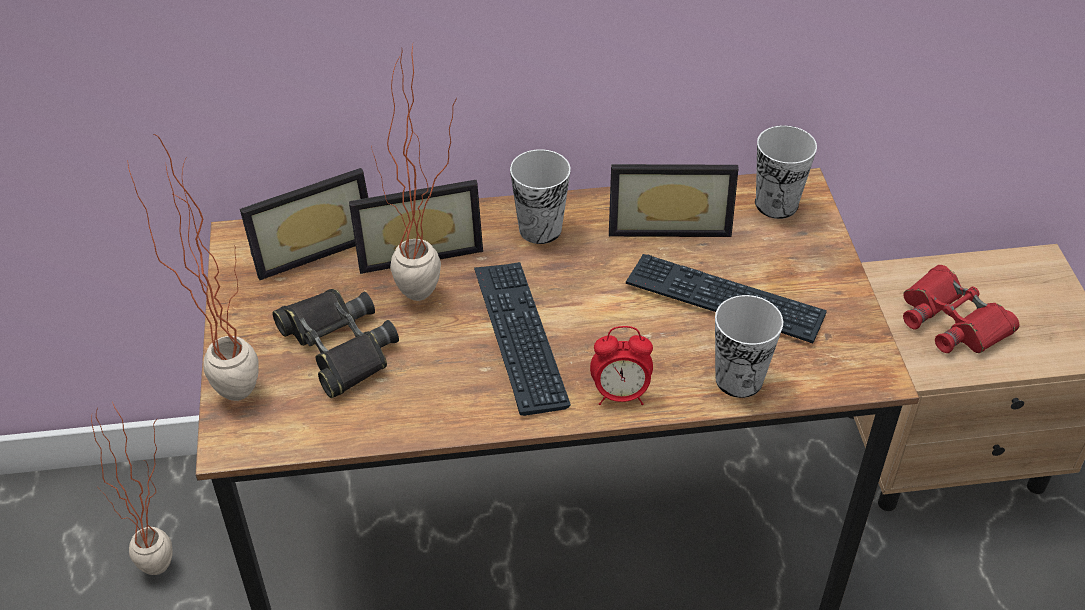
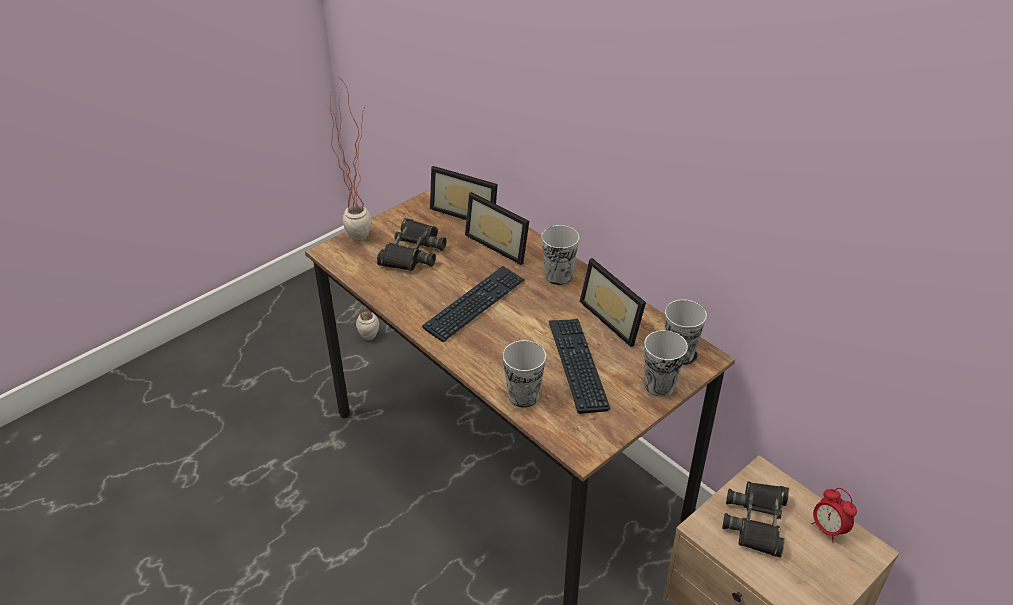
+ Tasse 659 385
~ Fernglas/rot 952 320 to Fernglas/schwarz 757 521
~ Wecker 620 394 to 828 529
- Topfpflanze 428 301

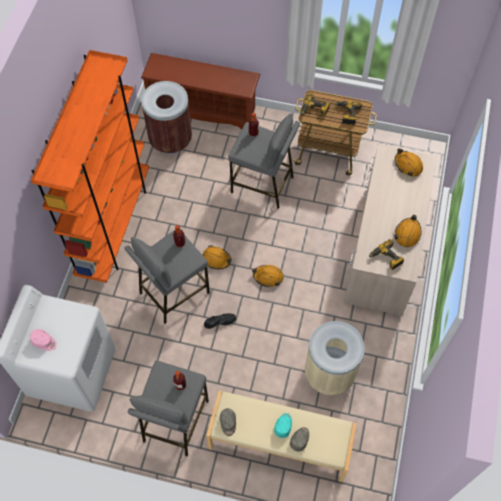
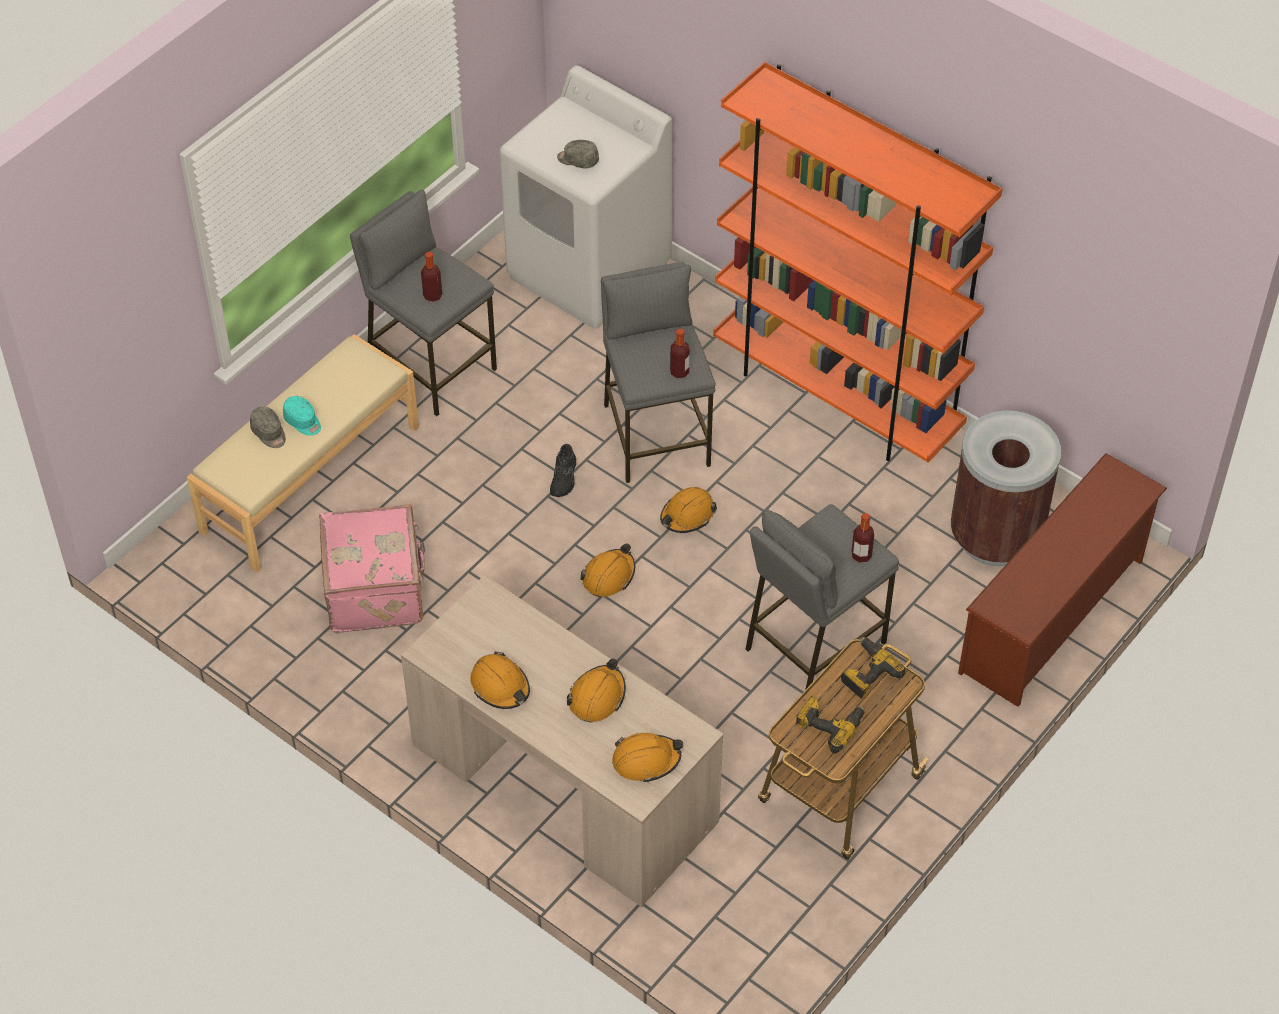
~ Mülleimer/beige 329 374 to Koffer/rosa 376 589
~ Kappe/grau 228 423 to 577 160
+ Schutzhelm/orange 597 697
- Kappe/rosa 44 342
- Bohrmaschine 386 258

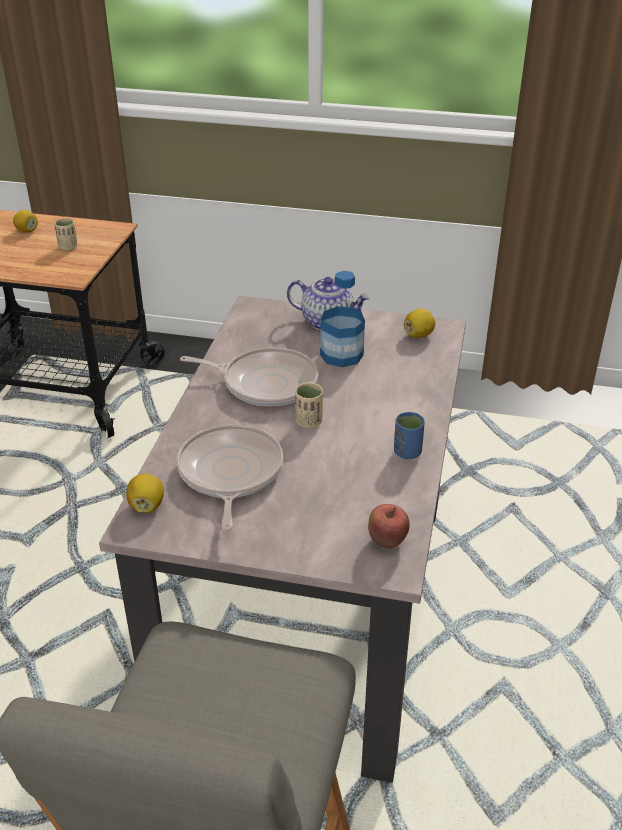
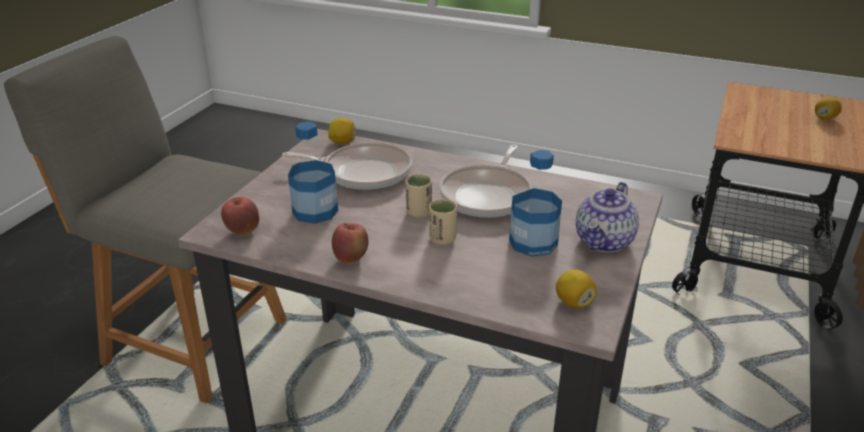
+ Flasche 315 211
~ Tasse/blau 407 452 to Apfel 351 259
~ Tasse/beige 68 247 to 442 239

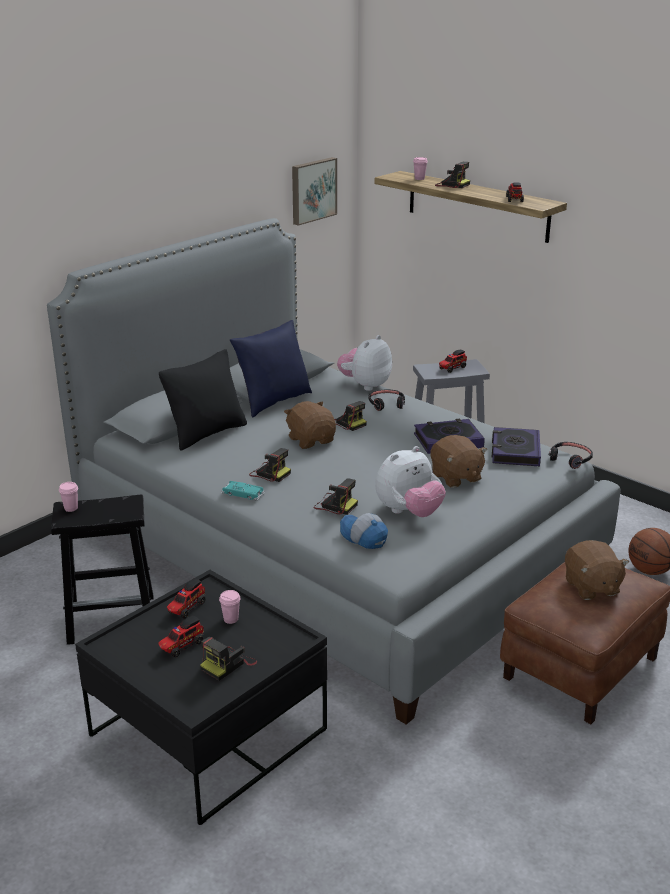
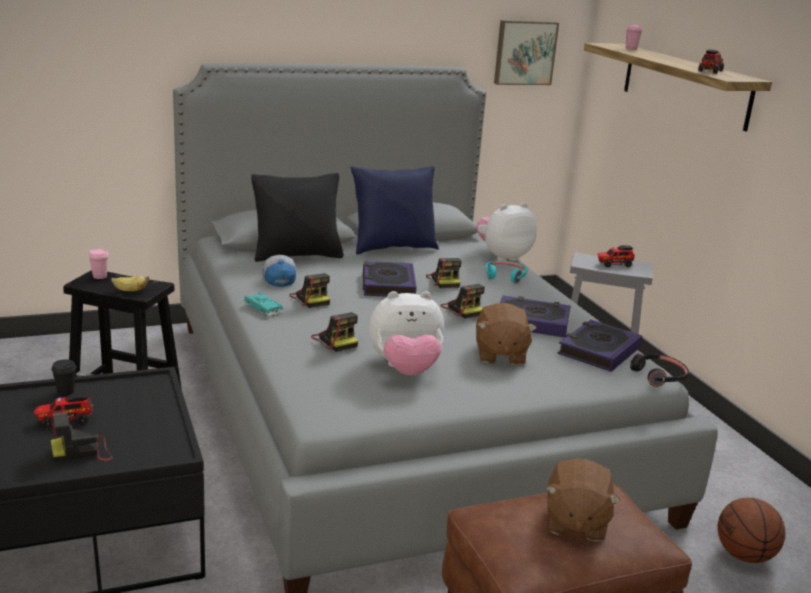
+ Tasse/schwarz 65 392
+ Banane 129 290
~ Kappe 363 537 to 278 278
~ Plüschtier/braun 311 440 to Buch 388 285
~ Kamera 451 185 to 462 309
~ Kopfhörer/schwarz 386 404 to Kopfhörer/türkis 505 276
- Spielzeuglaster 186 608
- Tasse/rosa 231 619

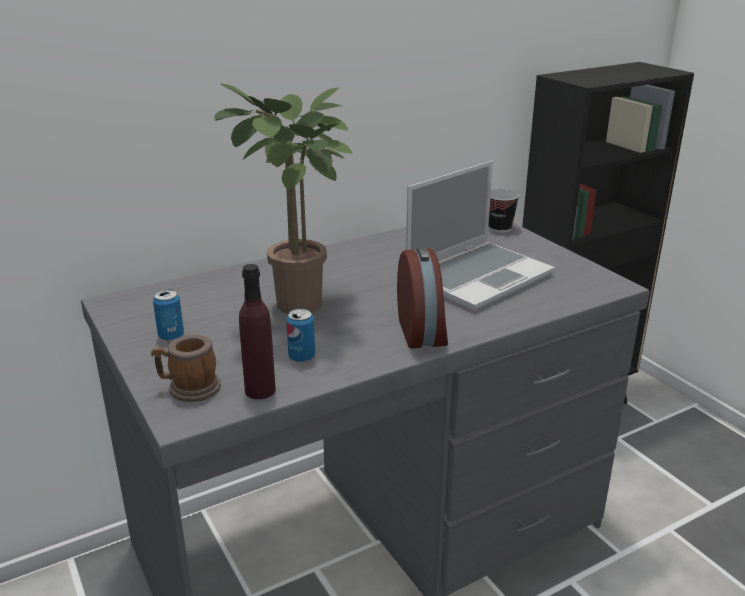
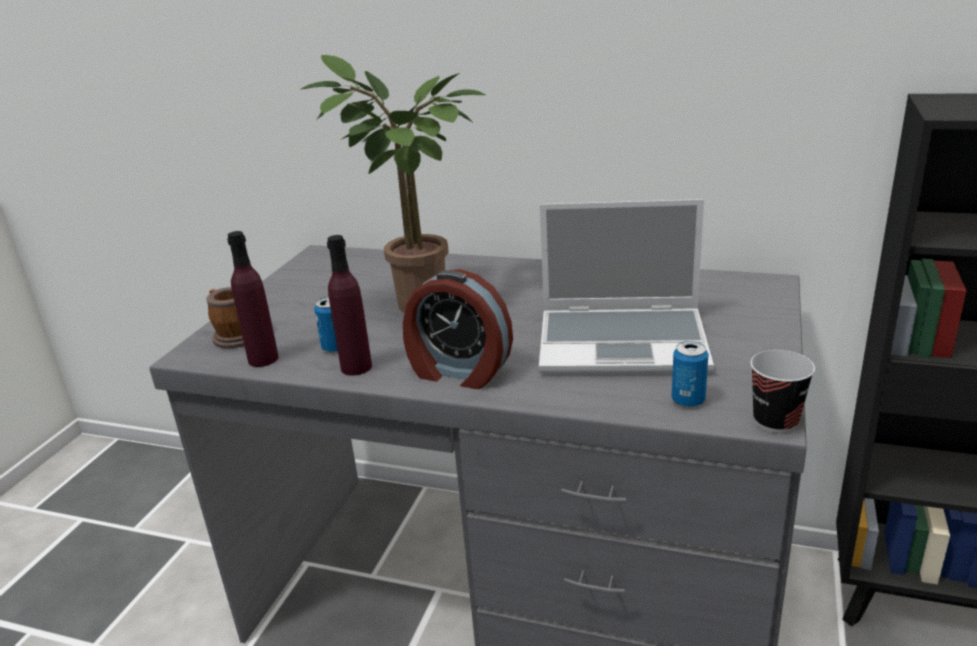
+ Flasche/lila 356 367
~ Wecker 423 332 = 458 372 75 degrees clockwise
~ Dose 171 336 to 688 401
~ Tasse 500 228 to 775 421

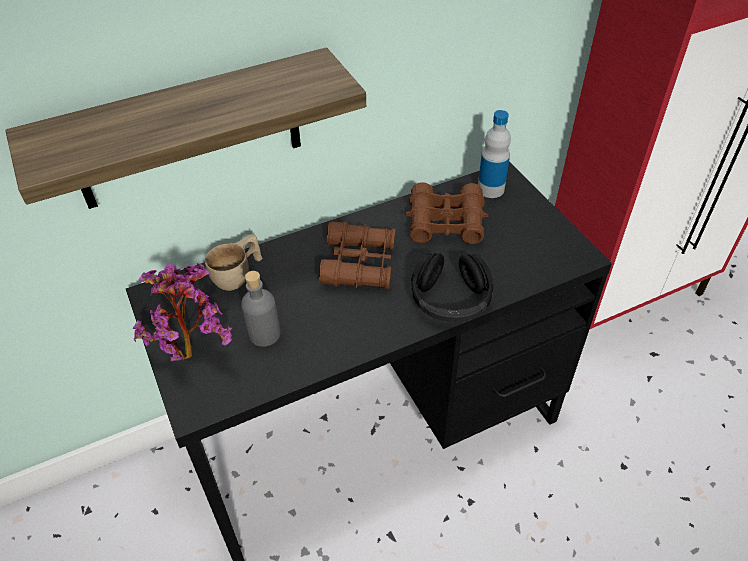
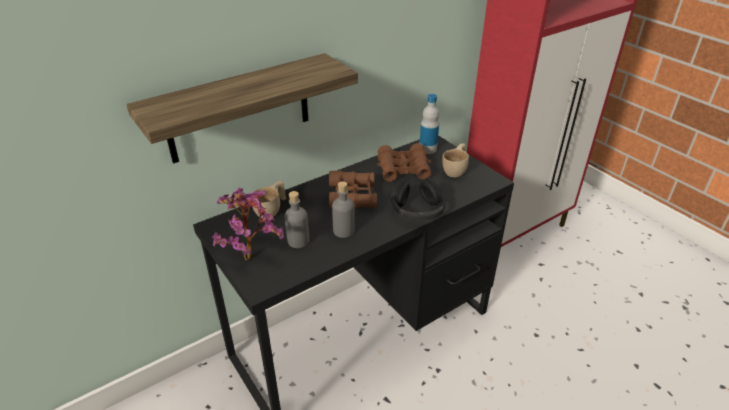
+ Flasche/grau 343 231
+ Tasse/beige 456 170

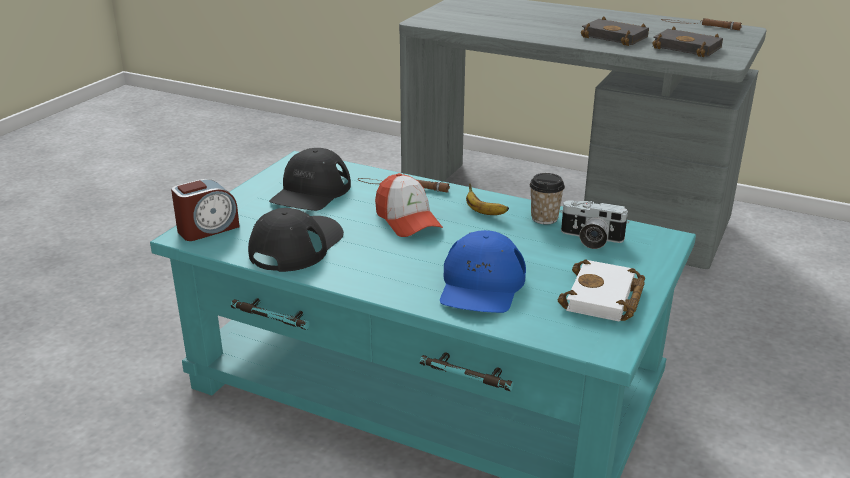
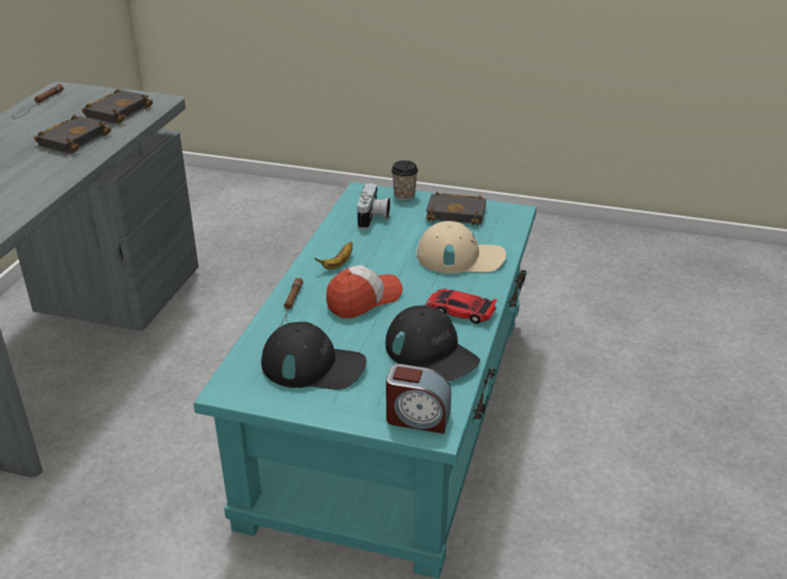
~ Kappe/schwarz 296 245 = 431 353 150 degrees counterclockwise
~ Wecker 207 229 = 417 418 150 degrees clockwise
~ Tasse 544 218 to 404 195
~ Kappe/blau 481 285 to Kappe/beige 460 257
+ Spielzeugauto 460 310
~ Buch/weiß 604 299 to Buch/schwarz 457 213

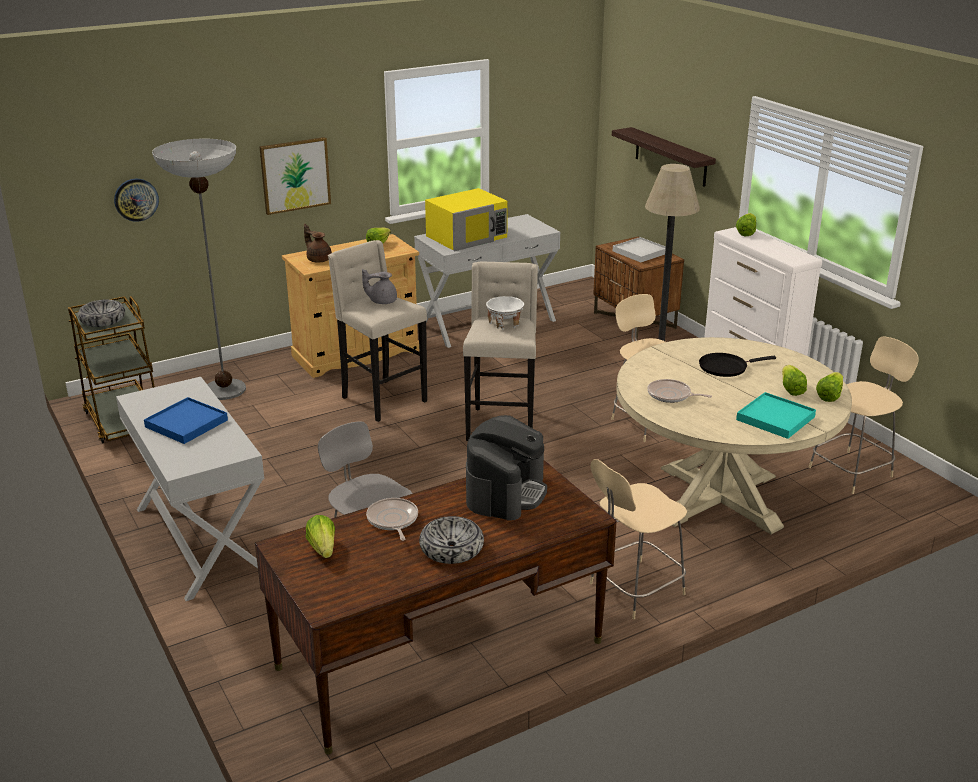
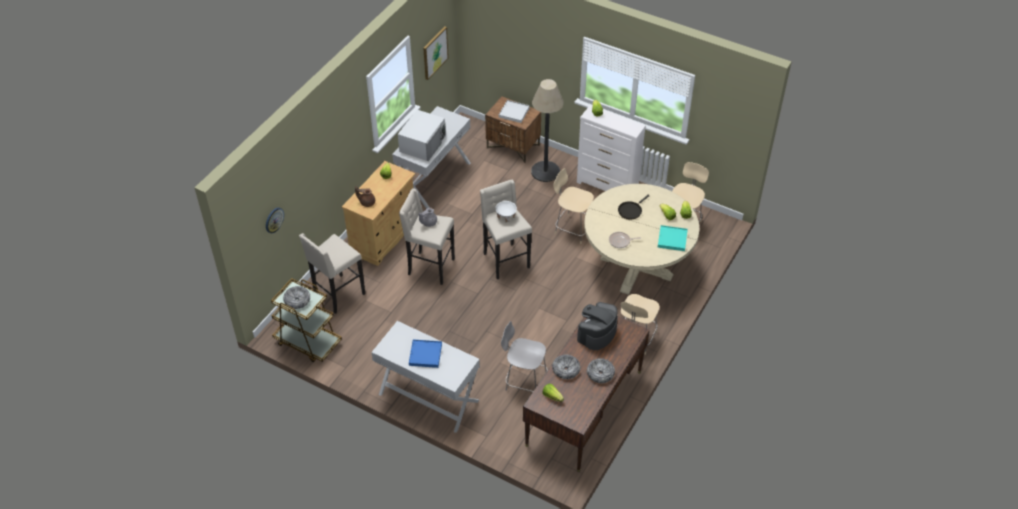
~ Stehlampe 224 390 to Hocker/beige 338 295
~ Mikrowelle/gelb 467 236 to Mikrowelle/weiß 423 143
~ Bild 295 175 to 435 52
~ Pfanne 393 520 to Schüssel 566 369
~ Kaffeemaschine 506 492 = 596 333 135 degrees counterclockwise
- Wandregal 670 157

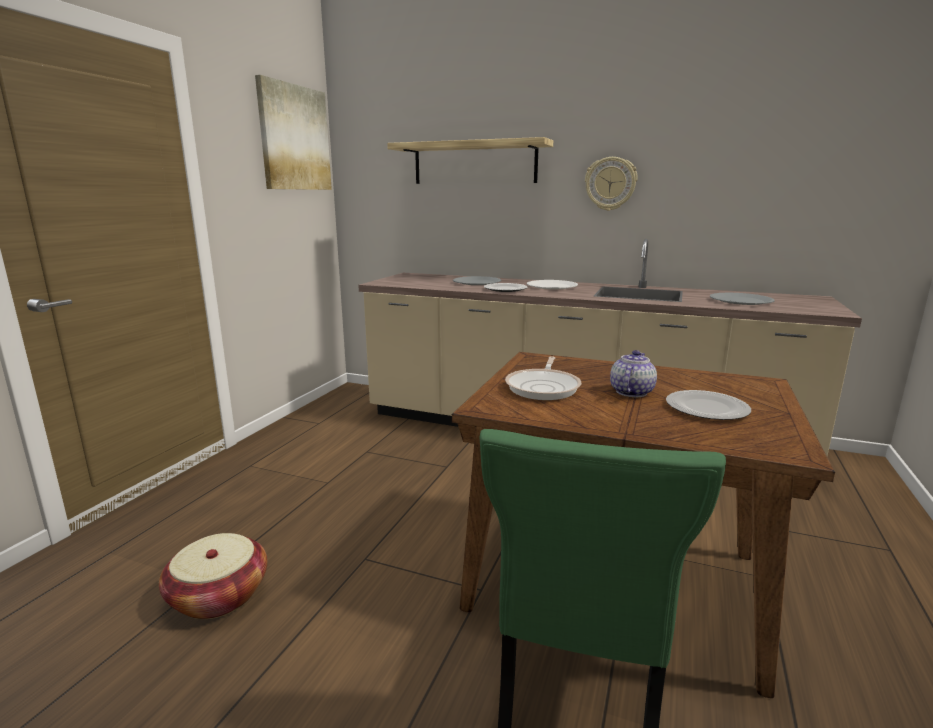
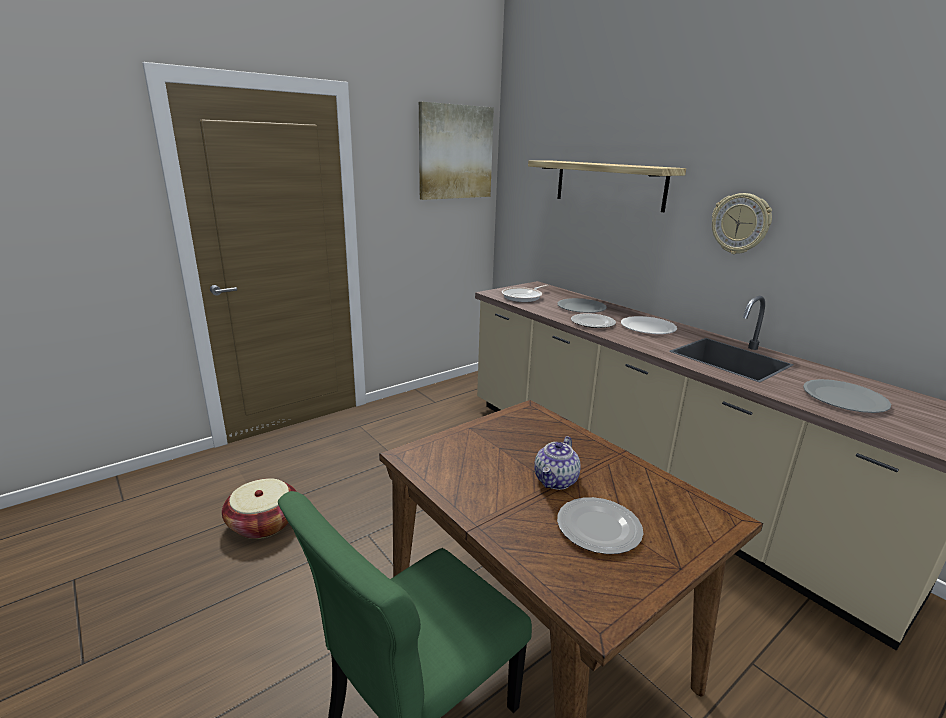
~ Pfanne 544 387 to 523 297
~ Teekanne 631 392 = 556 481 150 degrees clockwise

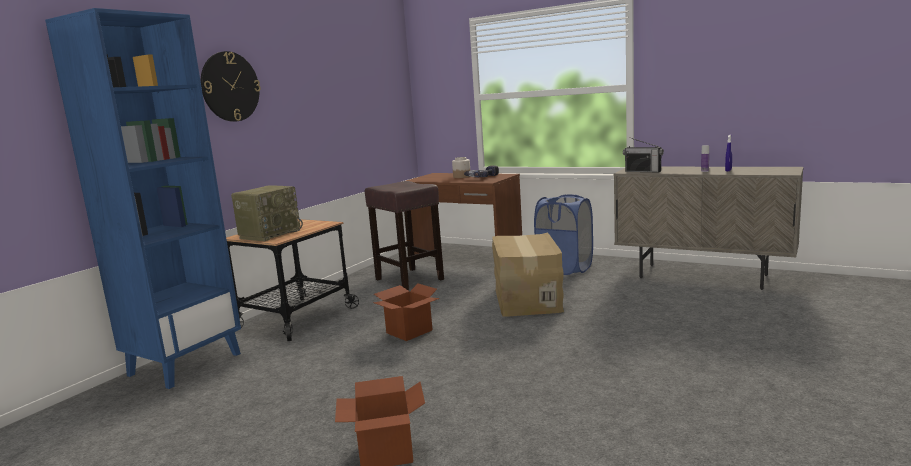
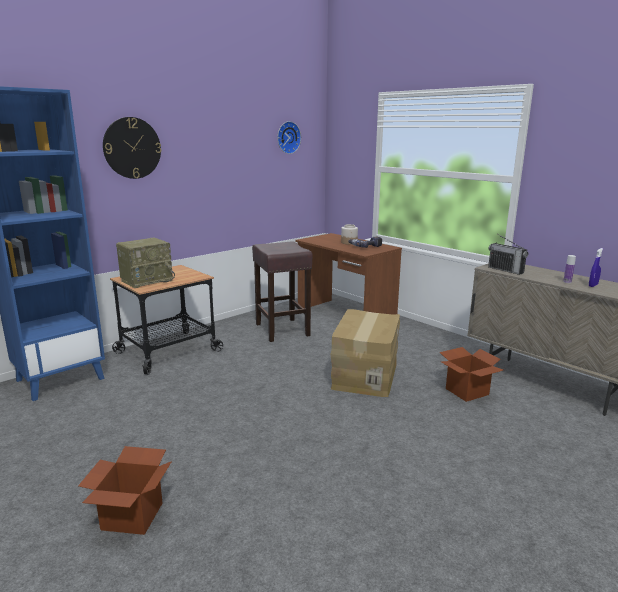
+ Wanduhr 287 137
~ Karton 409 331 to 467 391
- Wäschekorb/blau 565 268

